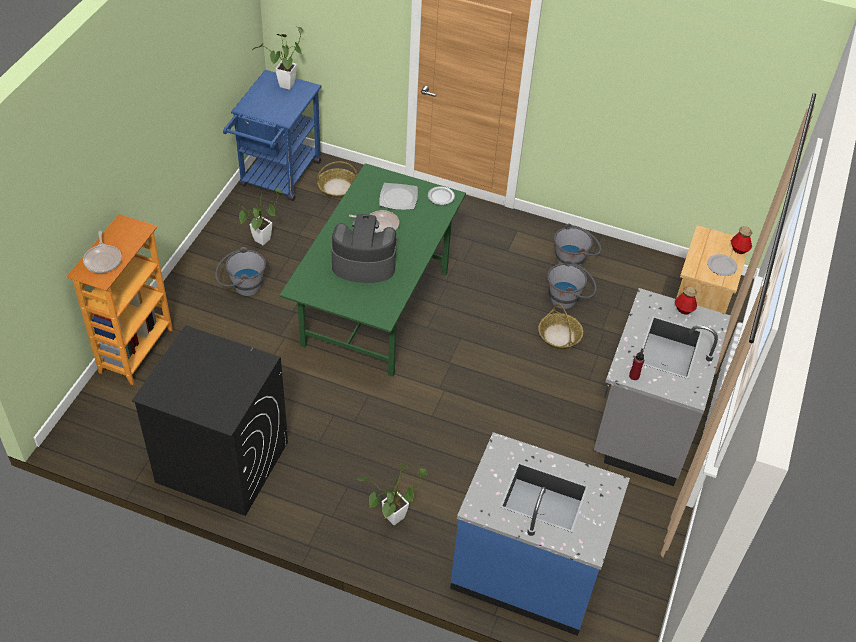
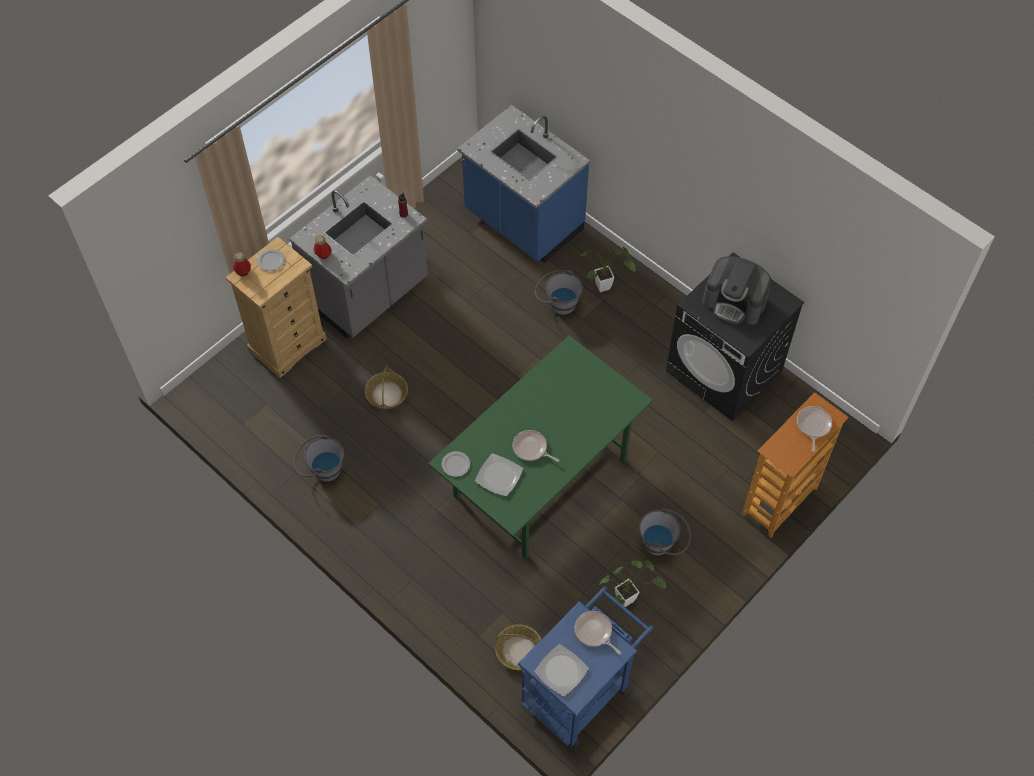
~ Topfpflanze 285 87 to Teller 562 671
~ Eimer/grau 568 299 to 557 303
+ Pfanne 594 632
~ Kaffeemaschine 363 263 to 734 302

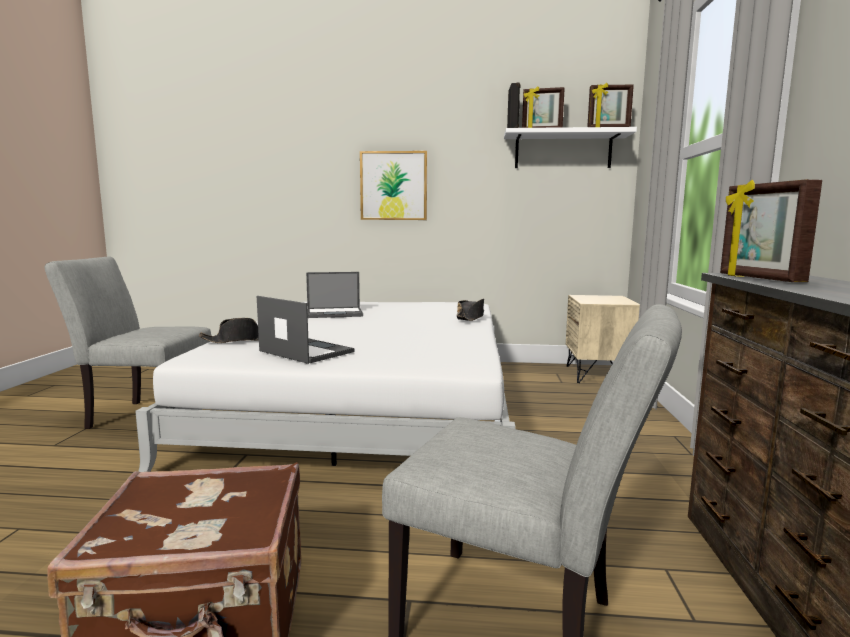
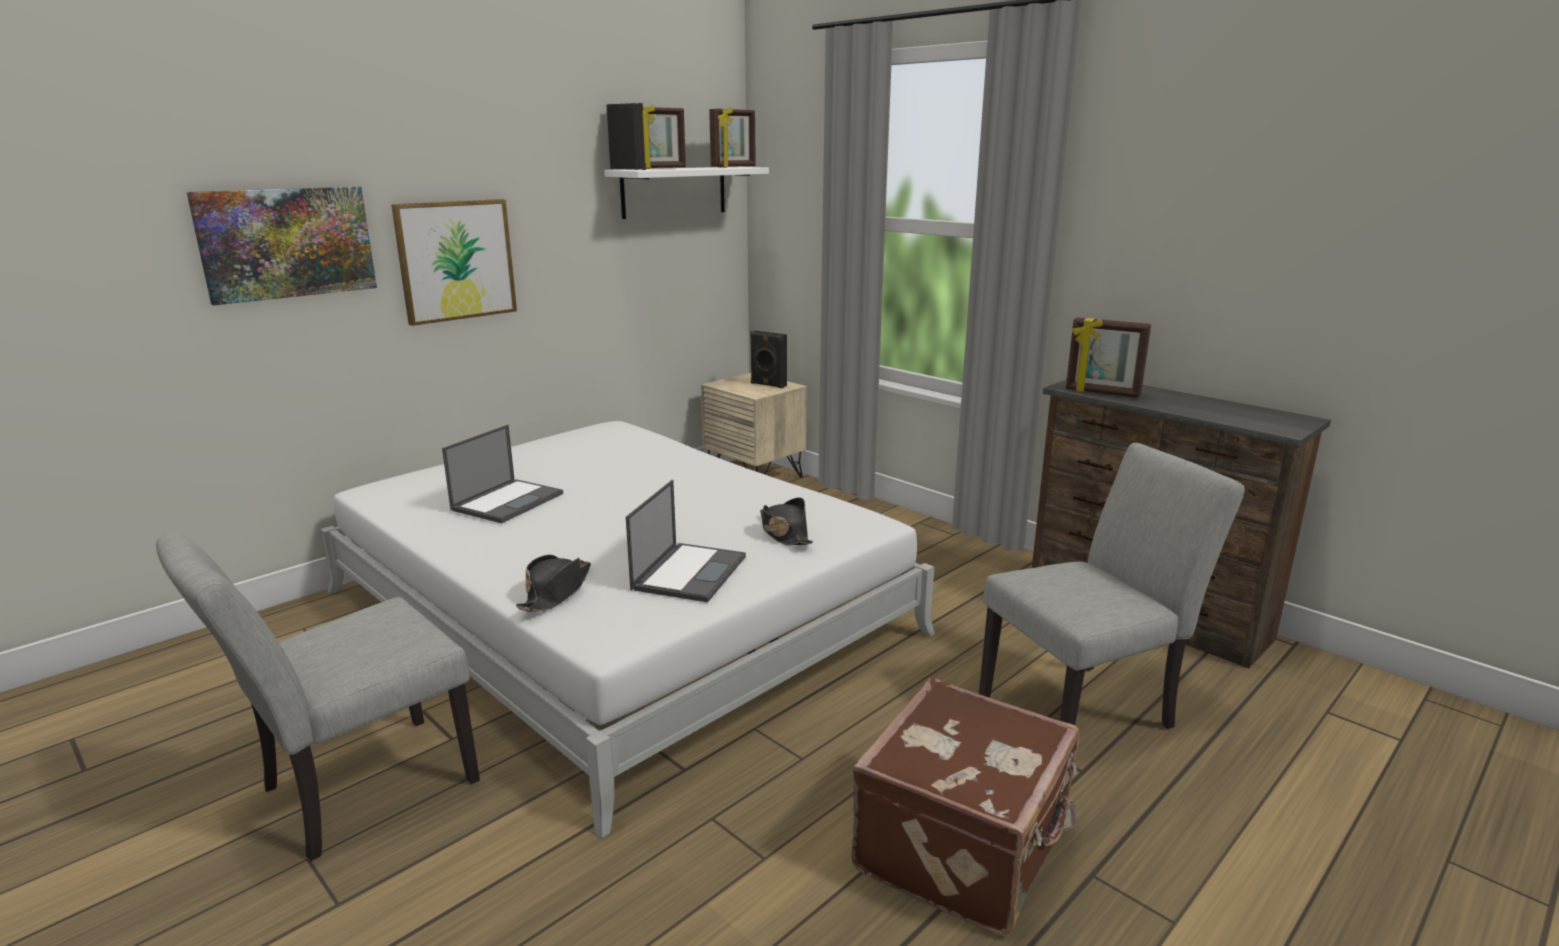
+ Bild 287 243
~ Laptop 305 351 = 689 572 120 degrees clockwise
+ Lautsprecher/schwarz 768 385
~ Hut/schwarz 470 317 to 784 533

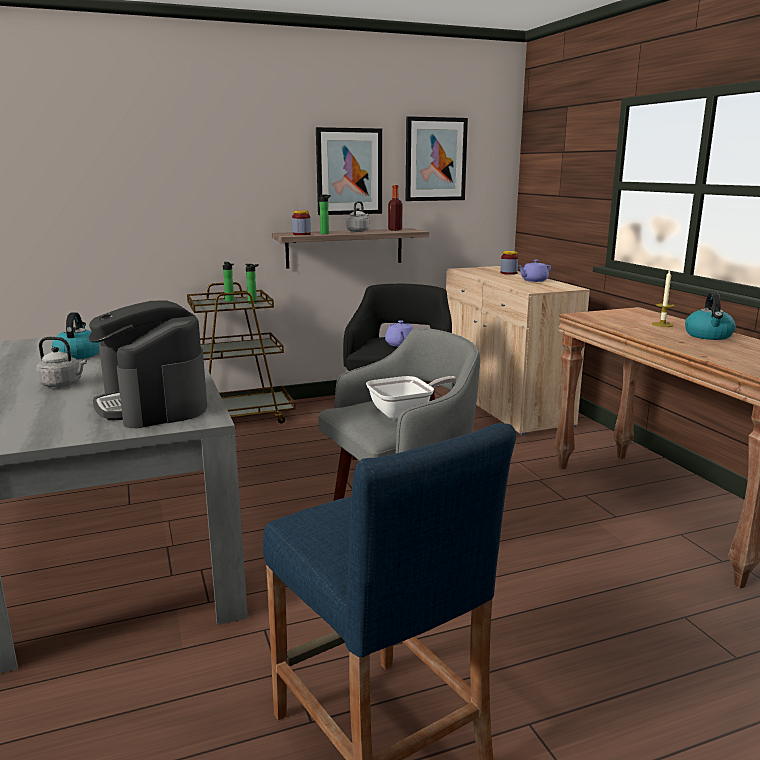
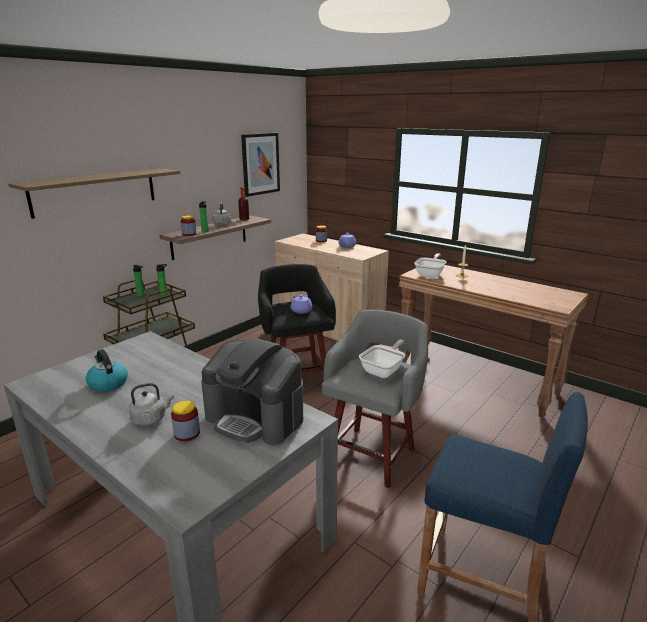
+ Wandregal 95 191
+ Vorratsglas 187 433
+ Pfanne 430 274
- Bild 349 171
- Wasserkessel 708 336

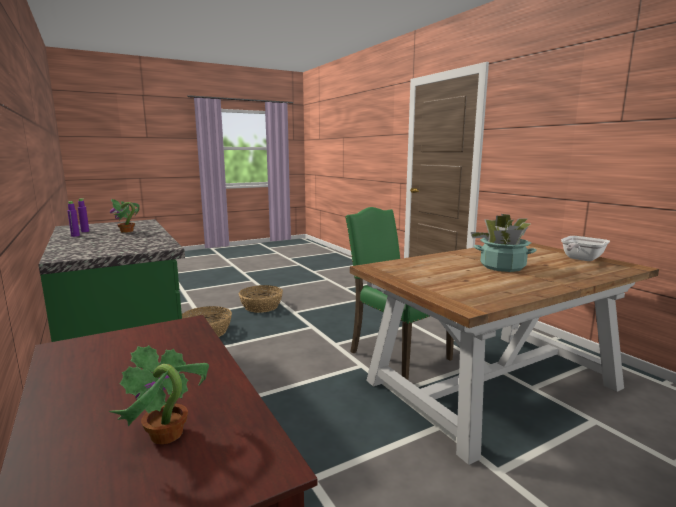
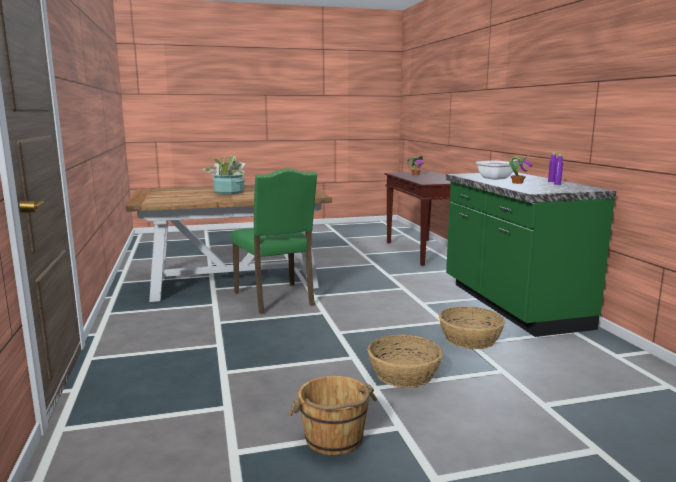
+ Eimer/braun 334 439
~ Pfanne 580 259 to 498 178

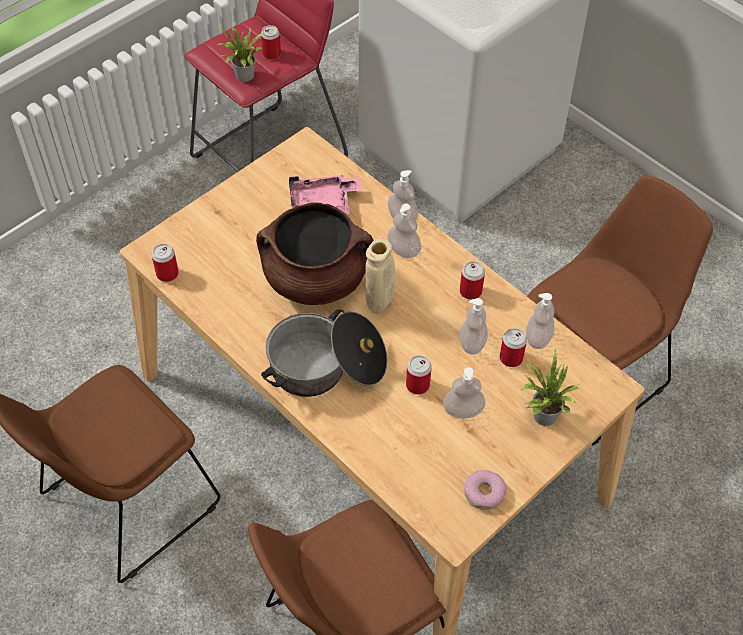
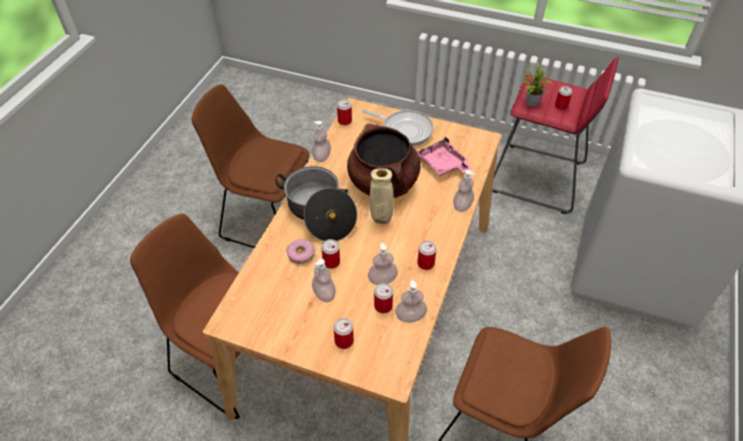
~ Donut 484 493 to 301 254
~ Seifenspender 403 250 to 322 156
~ Topfpflanze 541 415 to Dose 344 341
+ Pfanne 404 130

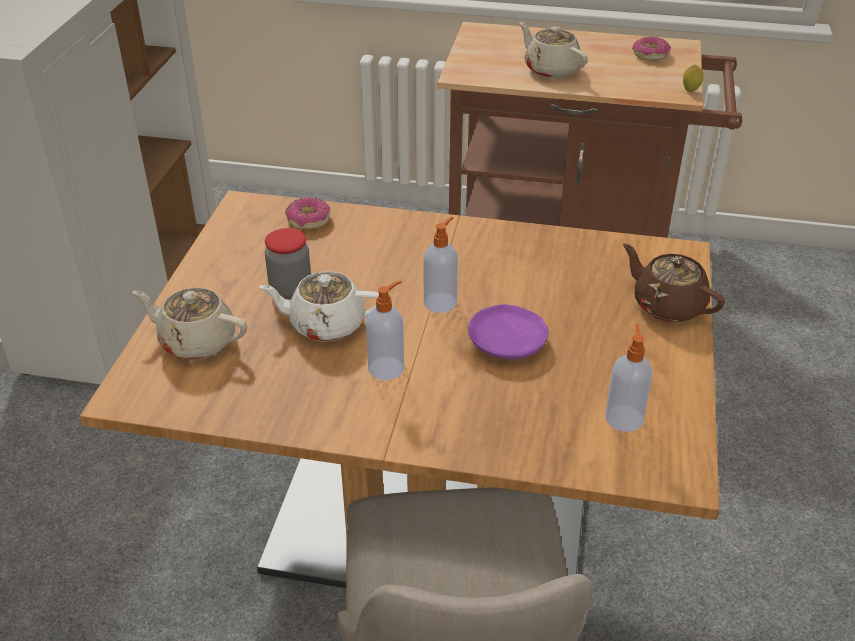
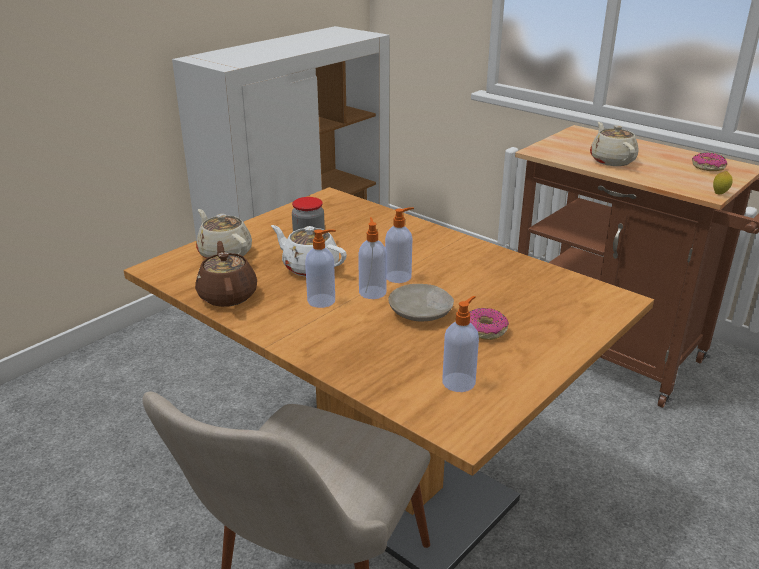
~ Teekanne/braun 667 305 to 228 295
+ Seifenspender 372 292
~ Teller/lila 508 342 to Teller/beige 421 312
~ Donut 308 220 to 484 330

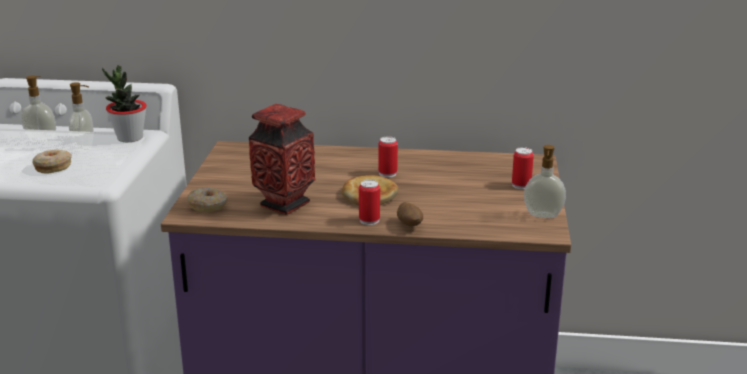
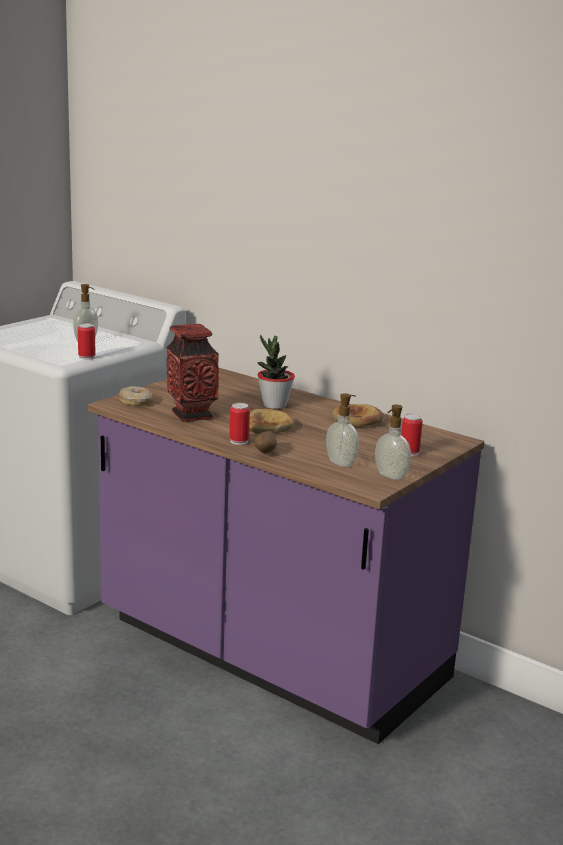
~ Dose 387 173 to 86 357
~ Topfpflanze 129 138 to 274 405
~ Seifenspender 42 140 to 341 463
+ Brot 357 420
- Donut 53 167

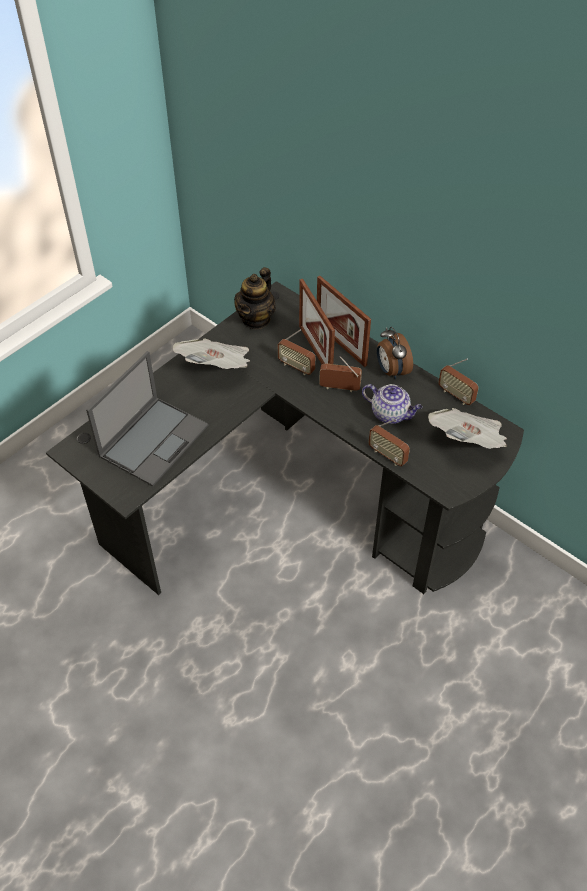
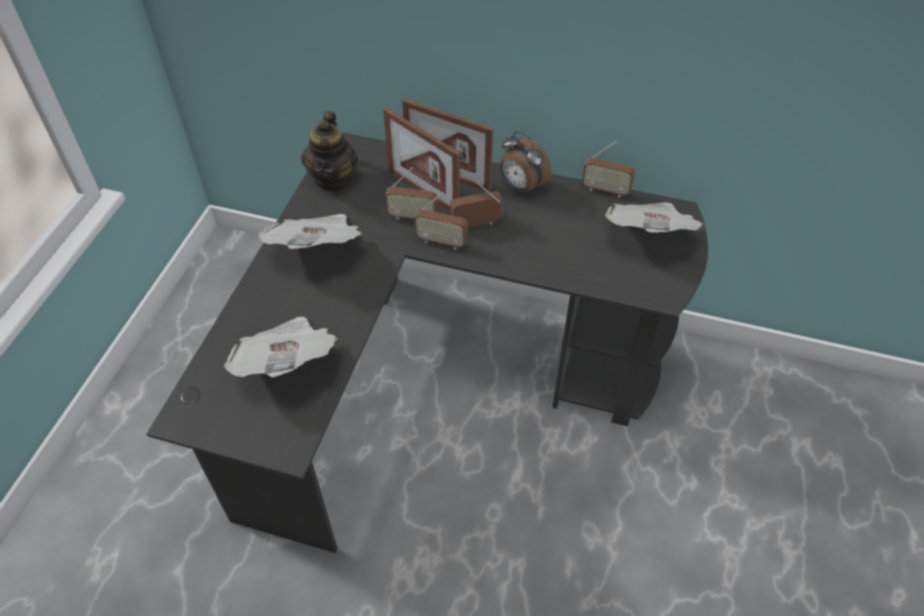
~ Laptop 154 440 to Zeitung 287 363
~ Radio 387 455 to 441 242
- Teekanne 391 414

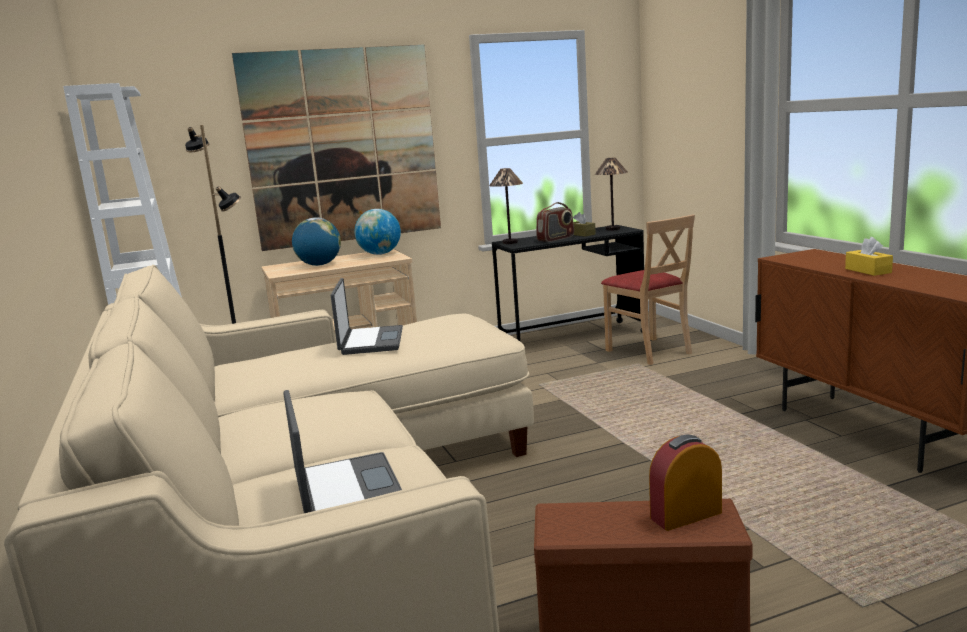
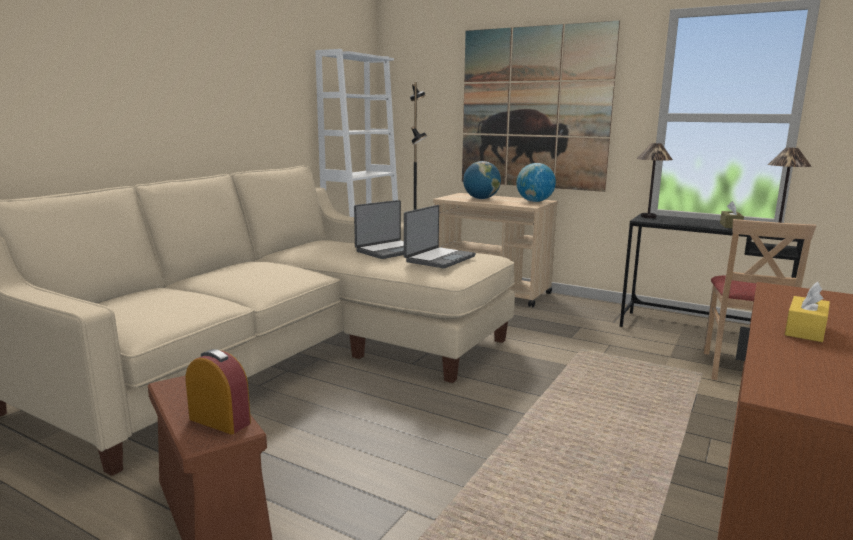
~ Laptop 346 492 to 439 259
- Radio 556 239

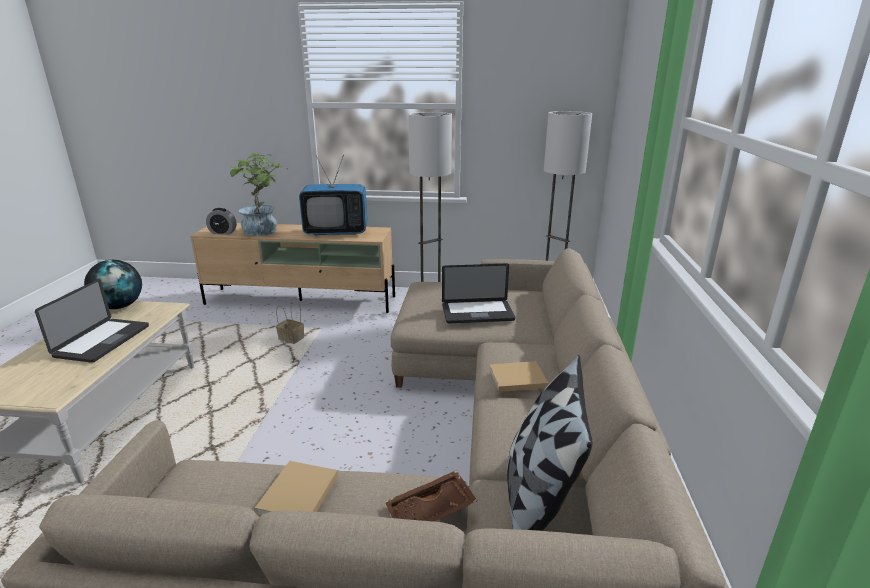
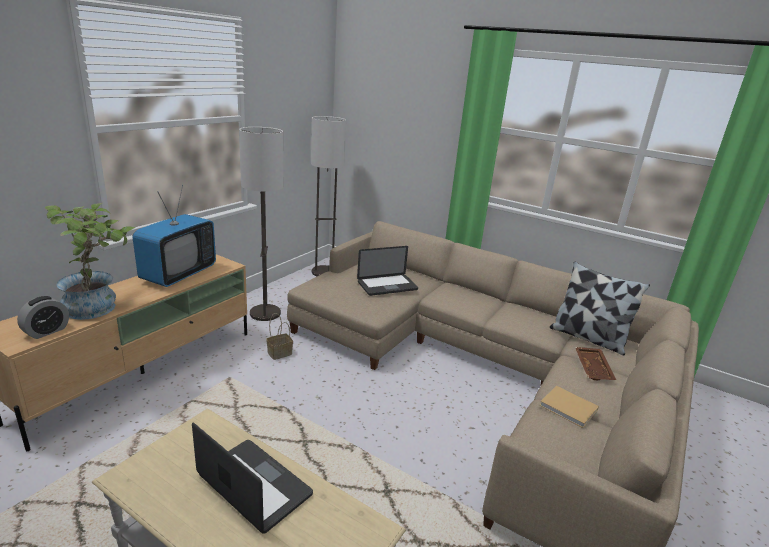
~ Korb 292 339 to 280 353
~ Laptop 477 313 = 387 286 45 degrees clockwise
- Globus 120 306
- Buch/beige 516 378

